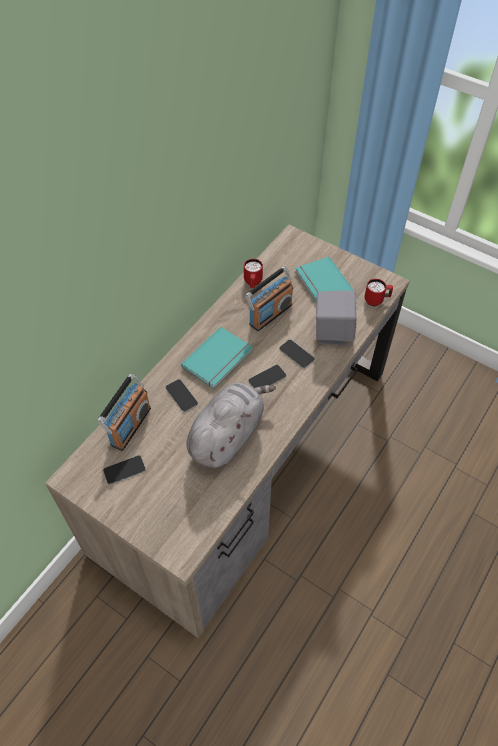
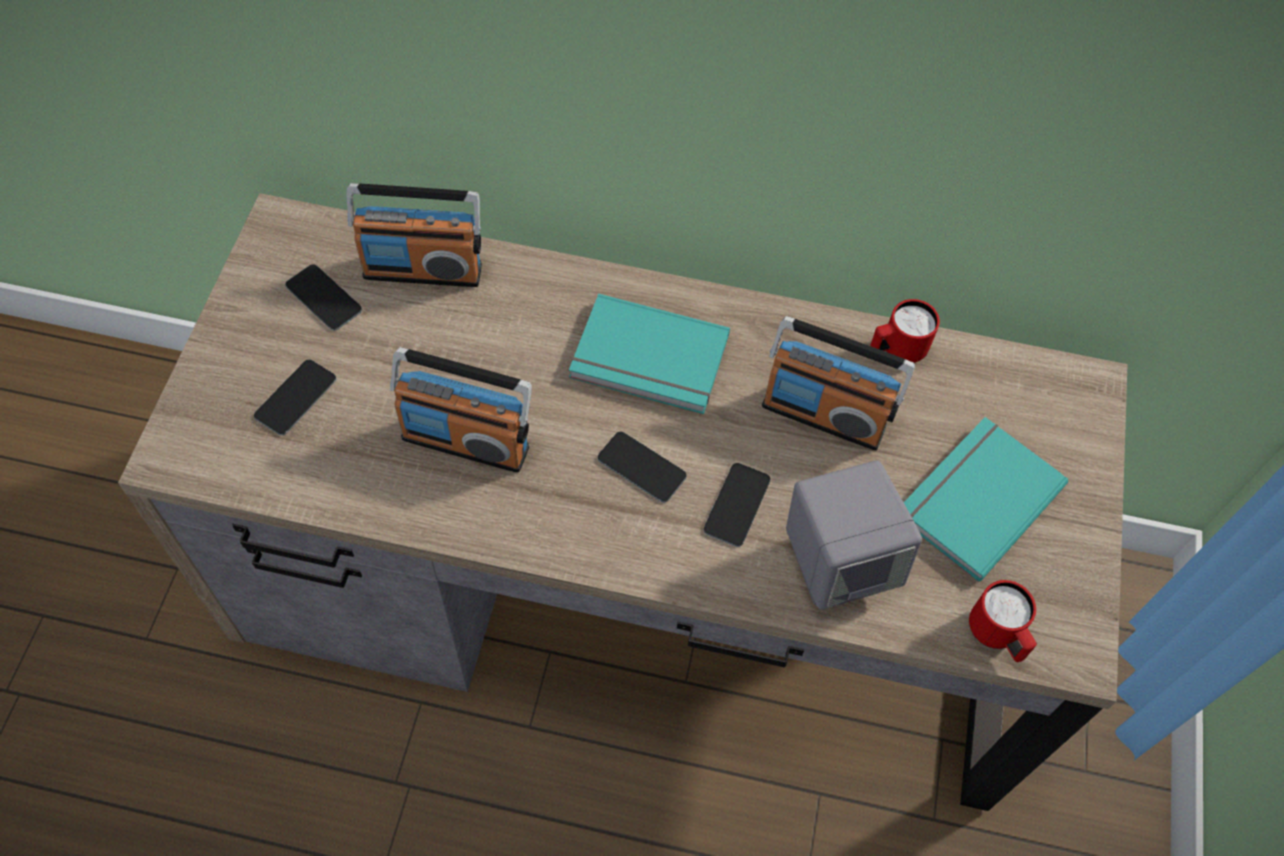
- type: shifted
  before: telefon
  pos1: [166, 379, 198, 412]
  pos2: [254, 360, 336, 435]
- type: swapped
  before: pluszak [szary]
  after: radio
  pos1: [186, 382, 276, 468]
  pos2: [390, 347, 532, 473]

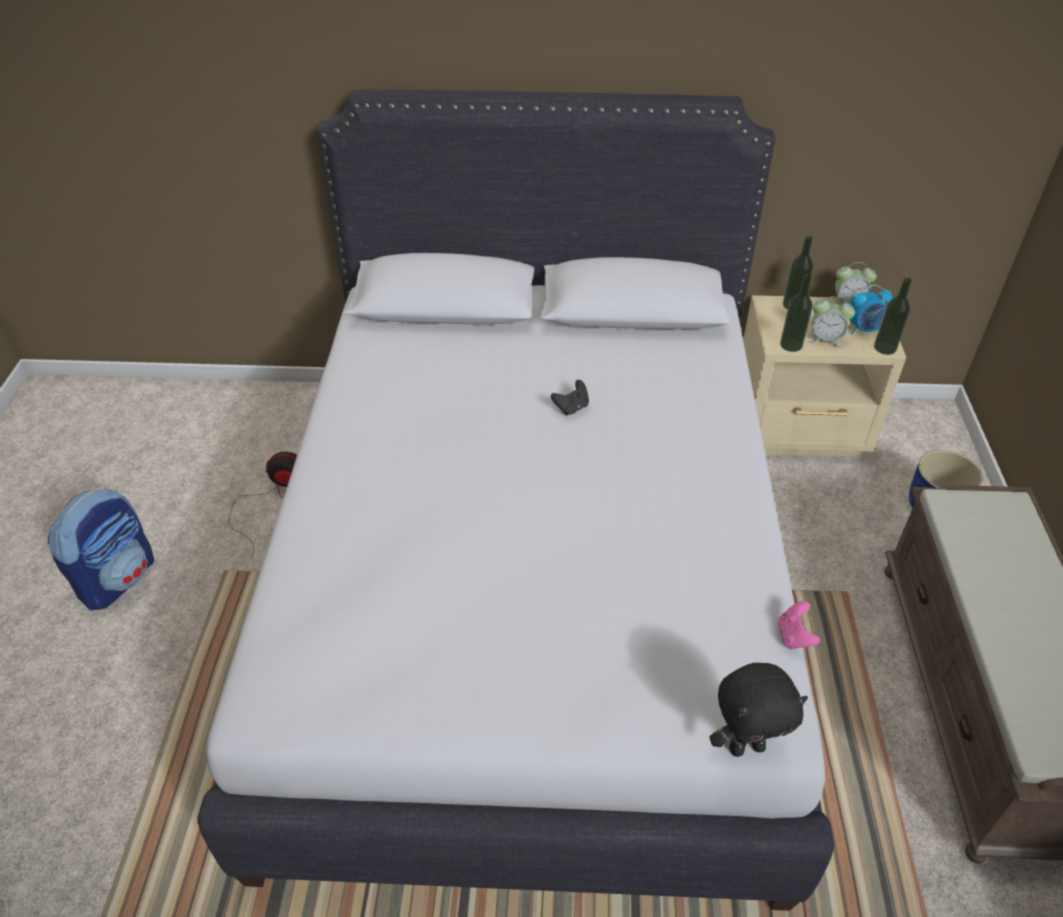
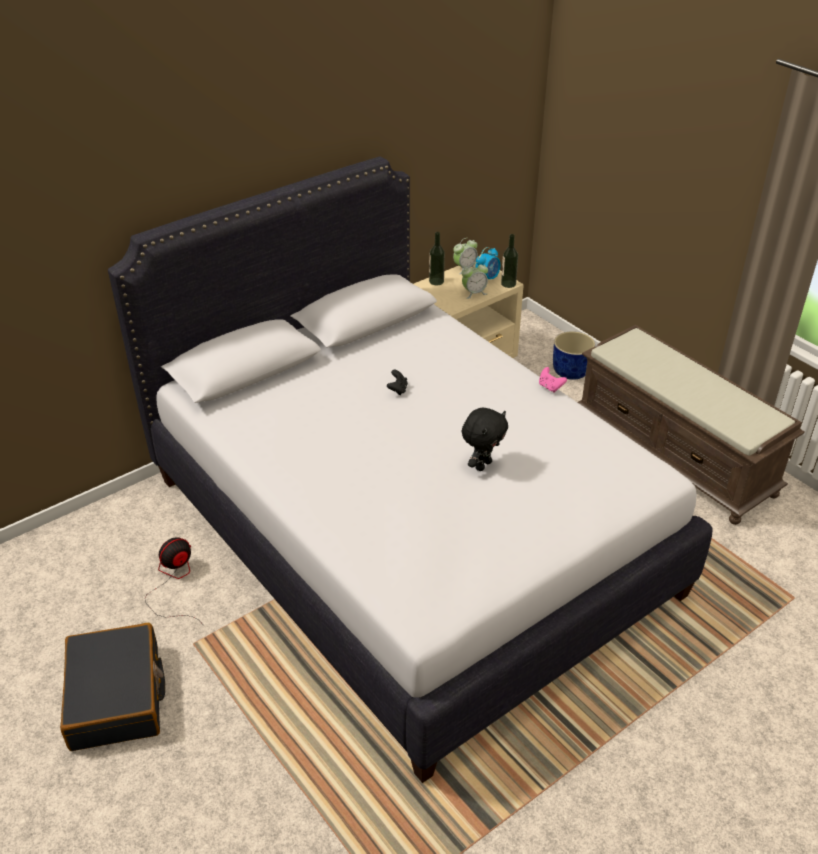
- type: swapped
  before: plecak
  after: walizka [czarny]
  pos1: [48, 488, 154, 611]
  pos2: [60, 623, 165, 751]
- type: shifted
  before: pluszak [czarny]
  pos1: [709, 663, 808, 757]
  pos2: [462, 408, 508, 471]
- type: shifted
  before: pad do gier [różowy]
  pos1: [778, 601, 820, 649]
  pos2: [539, 367, 567, 393]
- type: gone
  before: butelka
  pos1: [780, 275, 812, 352]

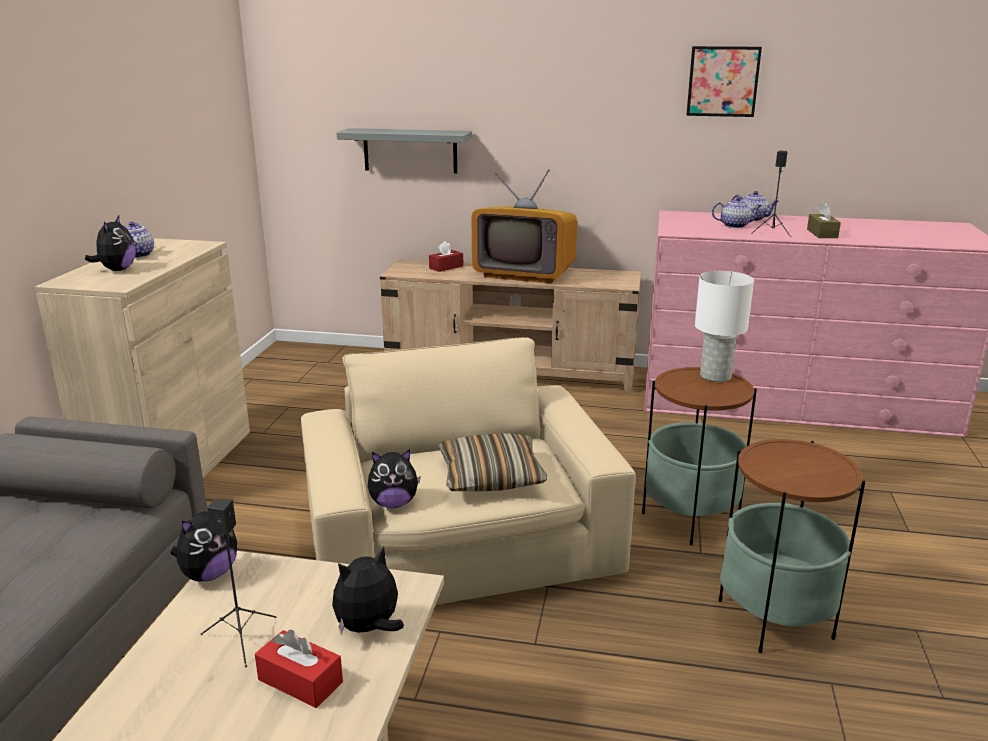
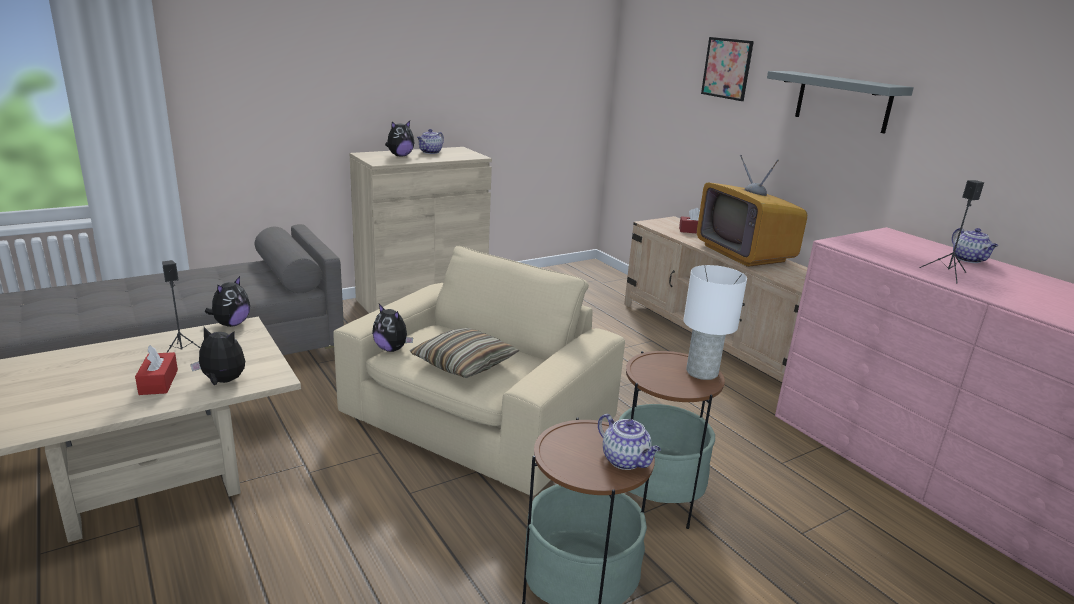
- type: rotated
  before: pluszak
  pos1: [171, 511, 237, 581]
  pos2: [205, 276, 250, 327]
  turn: -60
- type: shifted
  before: imbryk
  pos1: [712, 197, 762, 228]
  pos2: [598, 414, 661, 470]
- type: shifted
  before: obraz
  pos1: [686, 46, 762, 117]
  pos2: [701, 37, 754, 101]
- type: shifted
  before: półka [szary]
  pos1: [337, 128, 472, 173]
  pos2: [767, 71, 914, 134]
- type: gone
  before: pudełko chusteczek [brązowy]
  pos1: [807, 202, 841, 238]

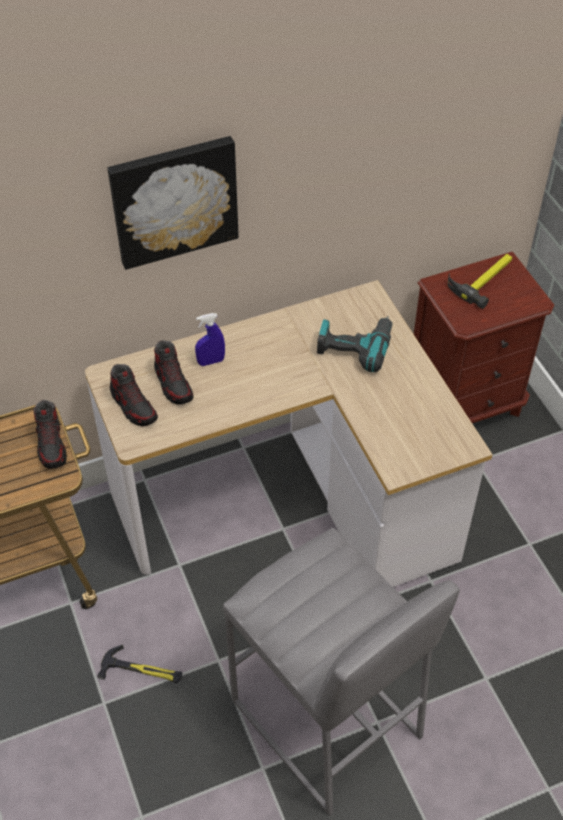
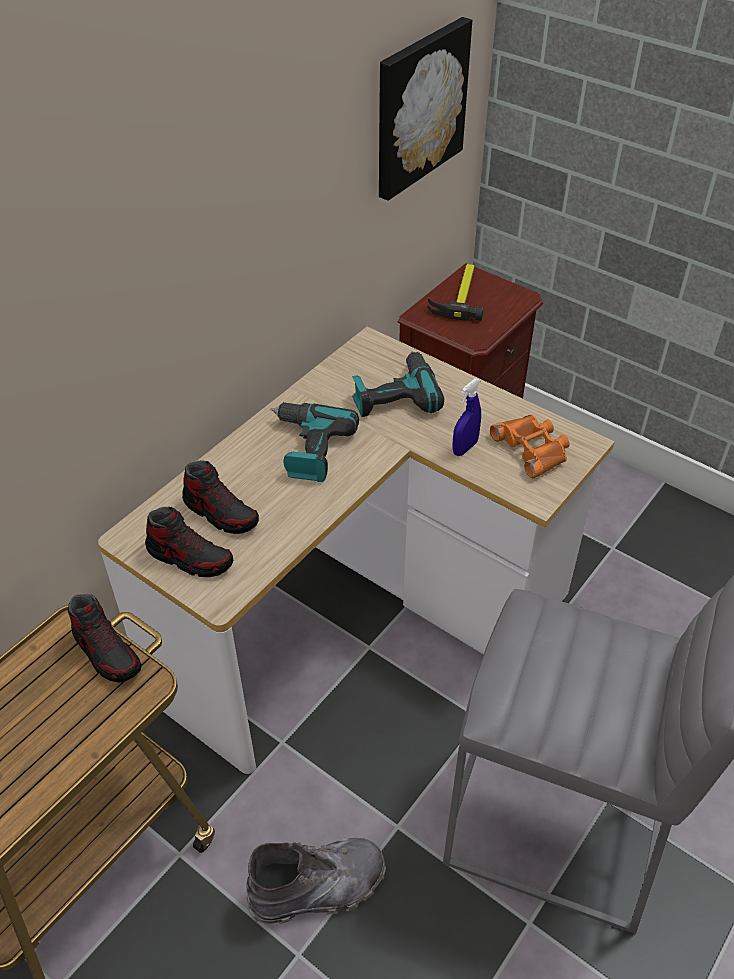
- type: swapped
  before: młotek
  after: but z cholewką [szary]
  pos1: [97, 645, 182, 683]
  pos2: [246, 838, 386, 924]
- type: new
  after: wiertarka
  pos2: [270, 402, 359, 482]
- type: shifted
  before: obraz
  pos1: [108, 136, 239, 270]
  pos2: [379, 17, 472, 201]
- type: shifted
  before: spryskiwacz [niebieski]
  pos1: [195, 313, 225, 366]
  pos2: [452, 379, 481, 456]
- type: new
  after: lornetka [pomarańczowy]
  pos2: [490, 414, 570, 478]

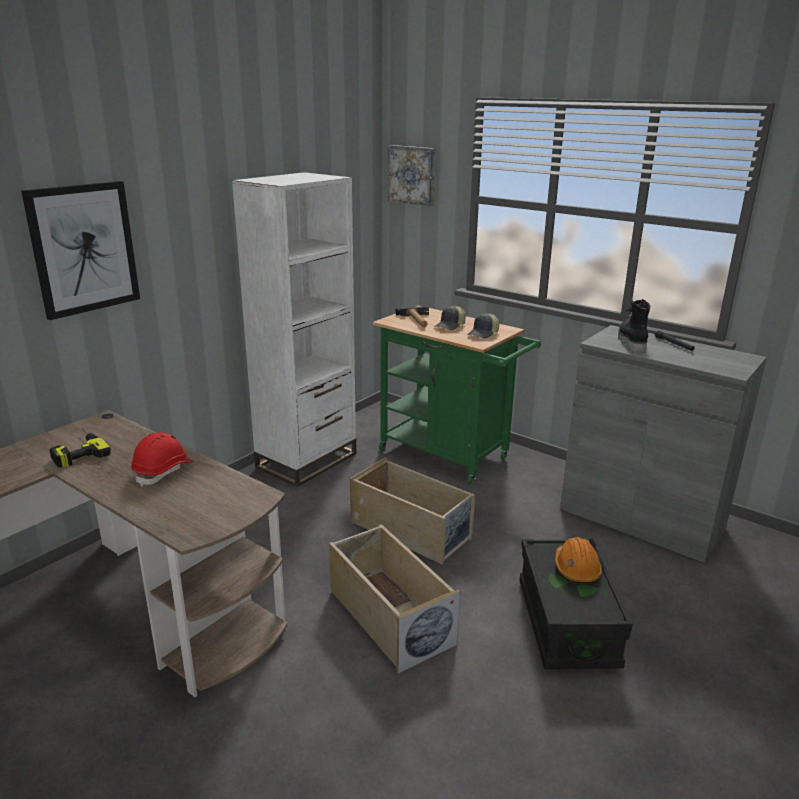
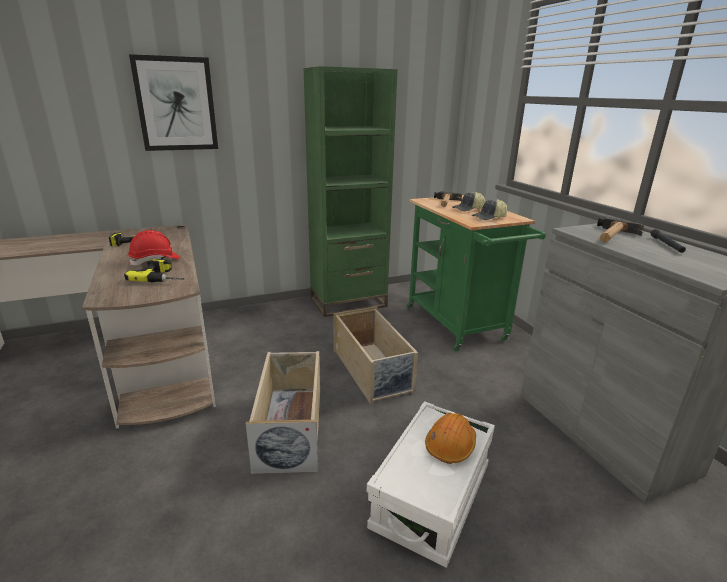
- type: new
  after: wiertarka
  pos2: [124, 259, 184, 282]
- type: repainted
  before: regał [biały]
  after: regał [zielony]
  pos1: [232, 172, 356, 487]
  pos2: [303, 66, 398, 317]
- type: repainted
  before: pojemnik do przechowywania [czarny]
  after: pojemnik do przechowywania [biały]
  pos1: [520, 539, 633, 669]
  pos2: [367, 401, 495, 568]
- type: swapped
  before: but z cholewką [czarny]
  after: młotek
  pos1: [618, 298, 650, 353]
  pos2: [597, 217, 644, 242]
- type: gone
  before: obraz
  pos1: [388, 145, 435, 206]

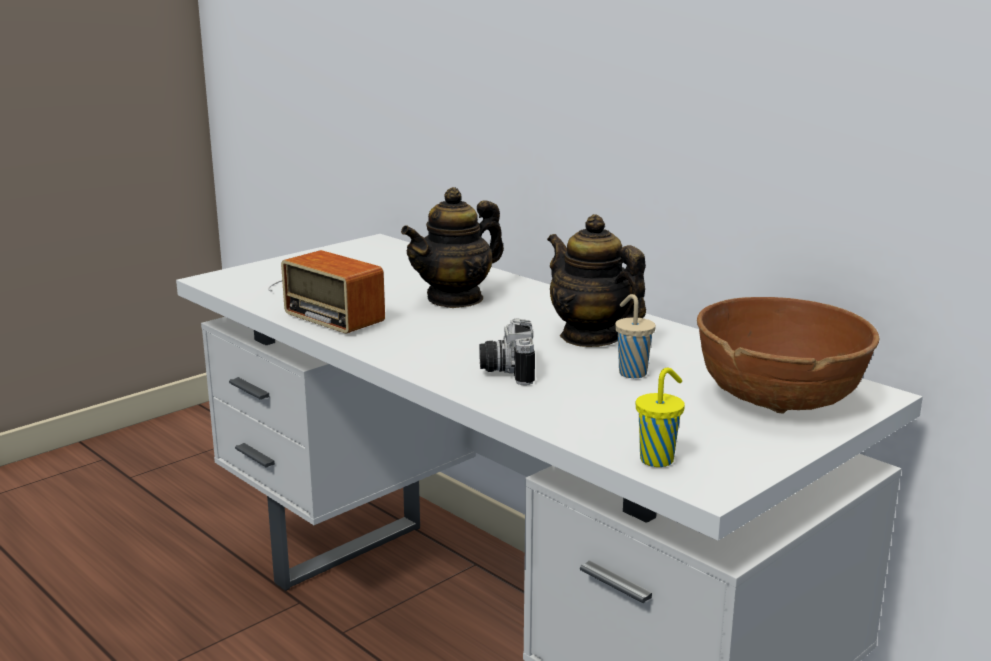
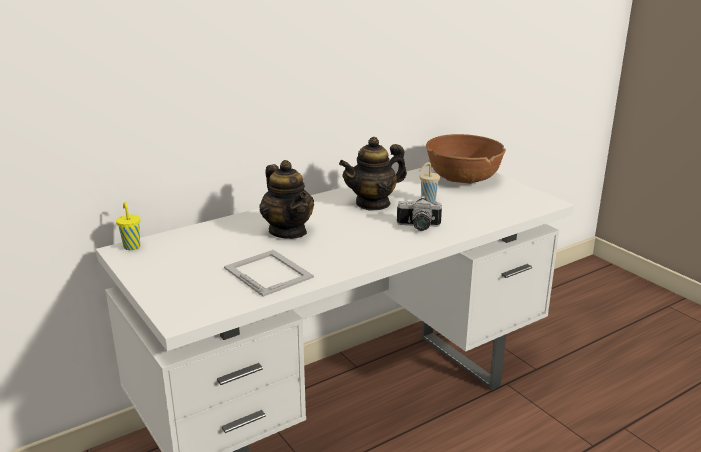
- type: shifted
  before: filiżanka [żółty]
  pos1: [636, 368, 685, 467]
  pos2: [116, 202, 140, 250]
- type: swapped
  before: radio
  after: ramka na zdjęcie
  pos1: [268, 250, 385, 333]
  pos2: [224, 250, 314, 297]

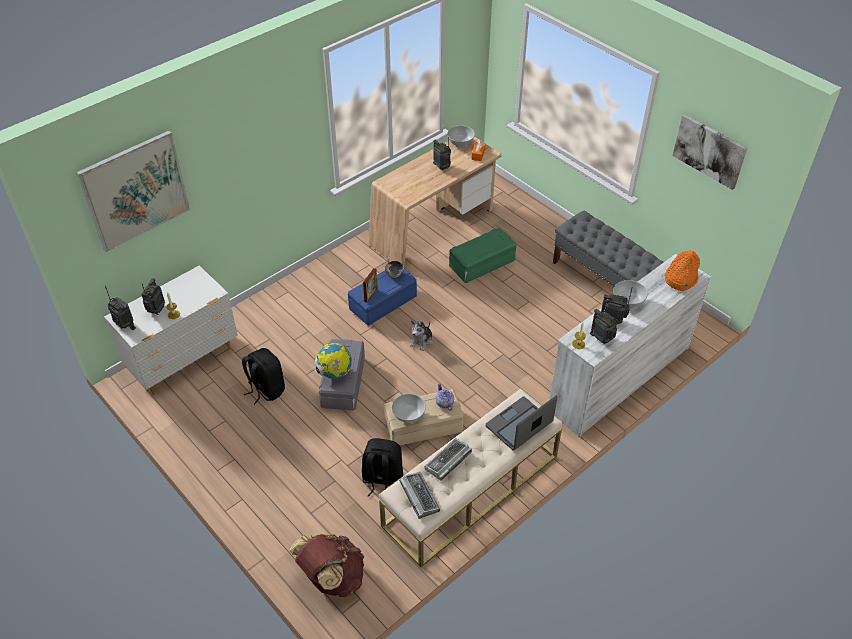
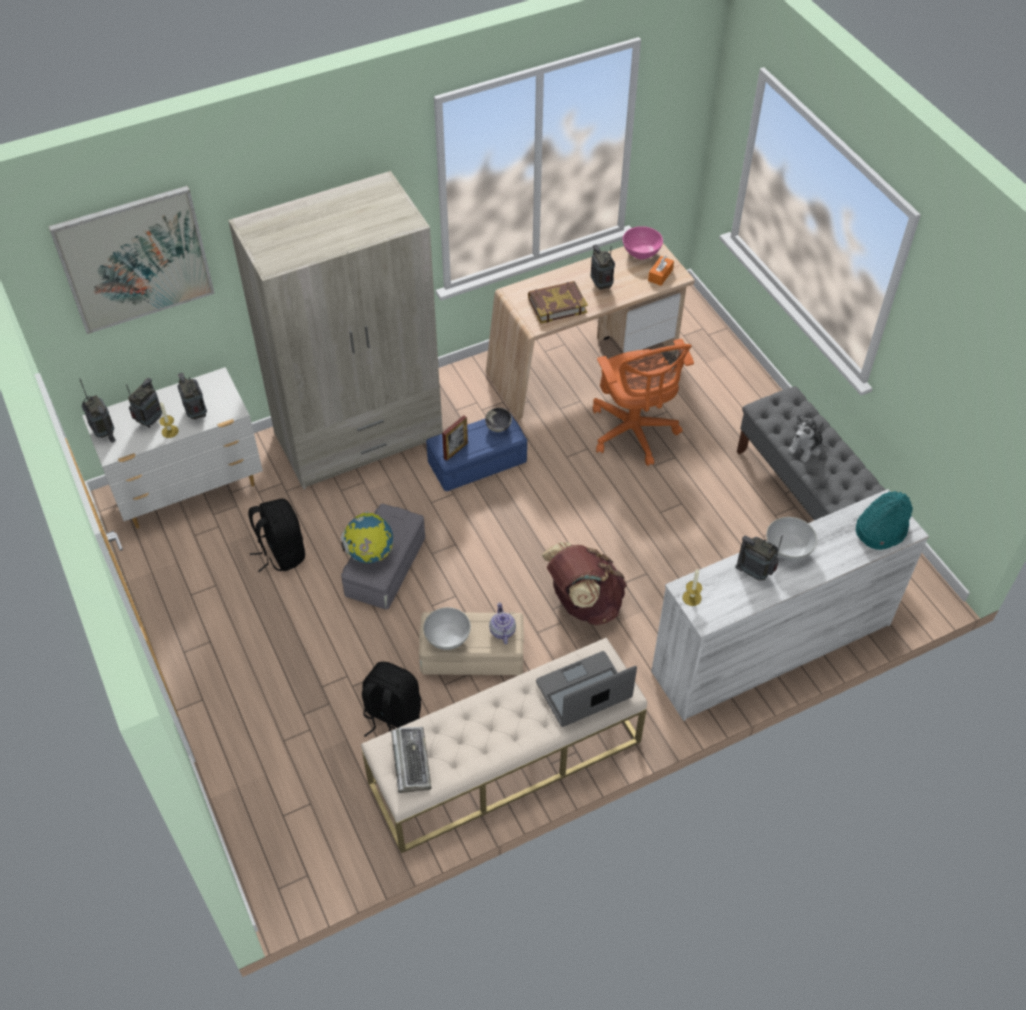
- type: shifted
  before: radio
  pos1: [590, 309, 620, 344]
  pos2: [178, 373, 207, 419]
- type: new
  after: szafa [beżowy]
  pos2: [228, 171, 443, 489]
- type: new
  after: książka
  pos2: [528, 281, 588, 323]
- type: shifted
  before: plecak [brązowy]
  pos1: [289, 534, 364, 597]
  pos2: [542, 542, 627, 625]
- type: swapped
  before: pojemnik do przechowywania [zielony]
  after: krzesło biurowe [pomarańczowy]
  pos1: [449, 228, 517, 283]
  pos2: [593, 339, 694, 466]
- type: repainted
  before: miska [biały]
  after: miska [różowy]
  pos1: [447, 126, 475, 148]
  pos2: [623, 226, 663, 260]
- type: shifted
  before: pluszak
  pos1: [410, 320, 433, 351]
  pos2: [788, 415, 823, 462]
- type: repainted
  before: kapelusz [pomarańczowy]
  after: kapelusz [turkusowy]
  pos1: [664, 250, 700, 291]
  pos2: [856, 491, 913, 550]
- type: gone
  before: klawiatura
  pos1: [425, 438, 472, 480]
- type: gone
  before: obraz
  pos1: [672, 114, 747, 190]

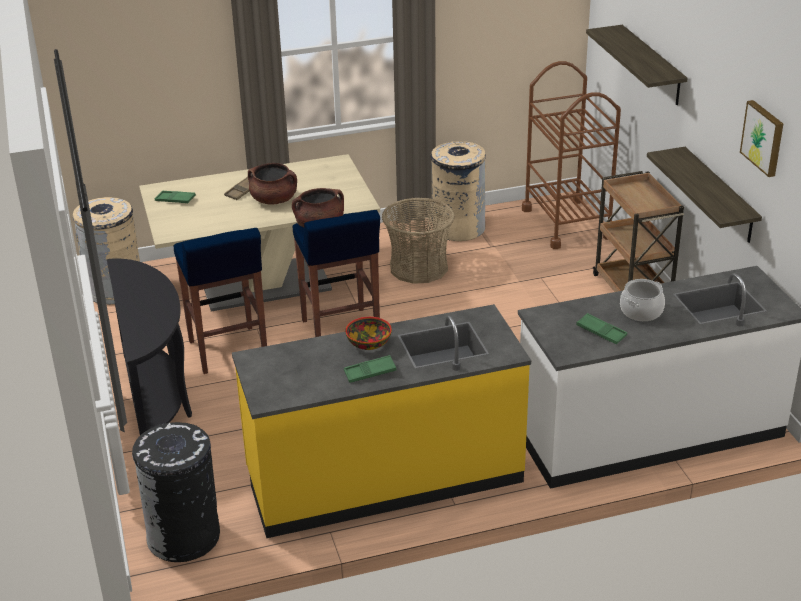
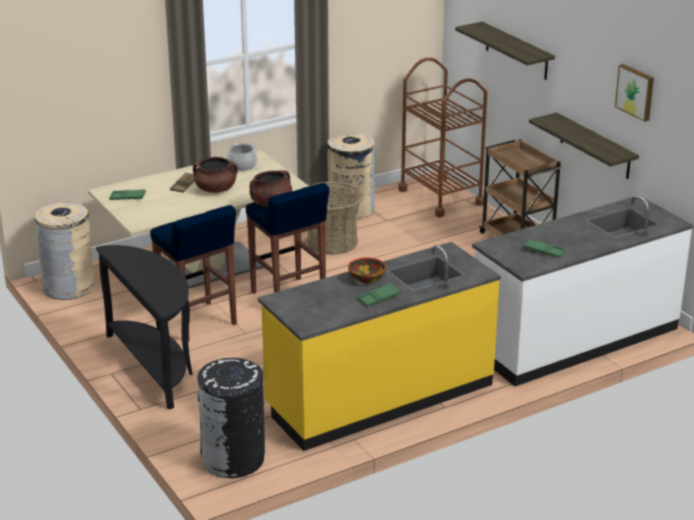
- type: shifted
  before: garnek
  pos1: [620, 279, 665, 321]
  pos2: [226, 143, 257, 171]

